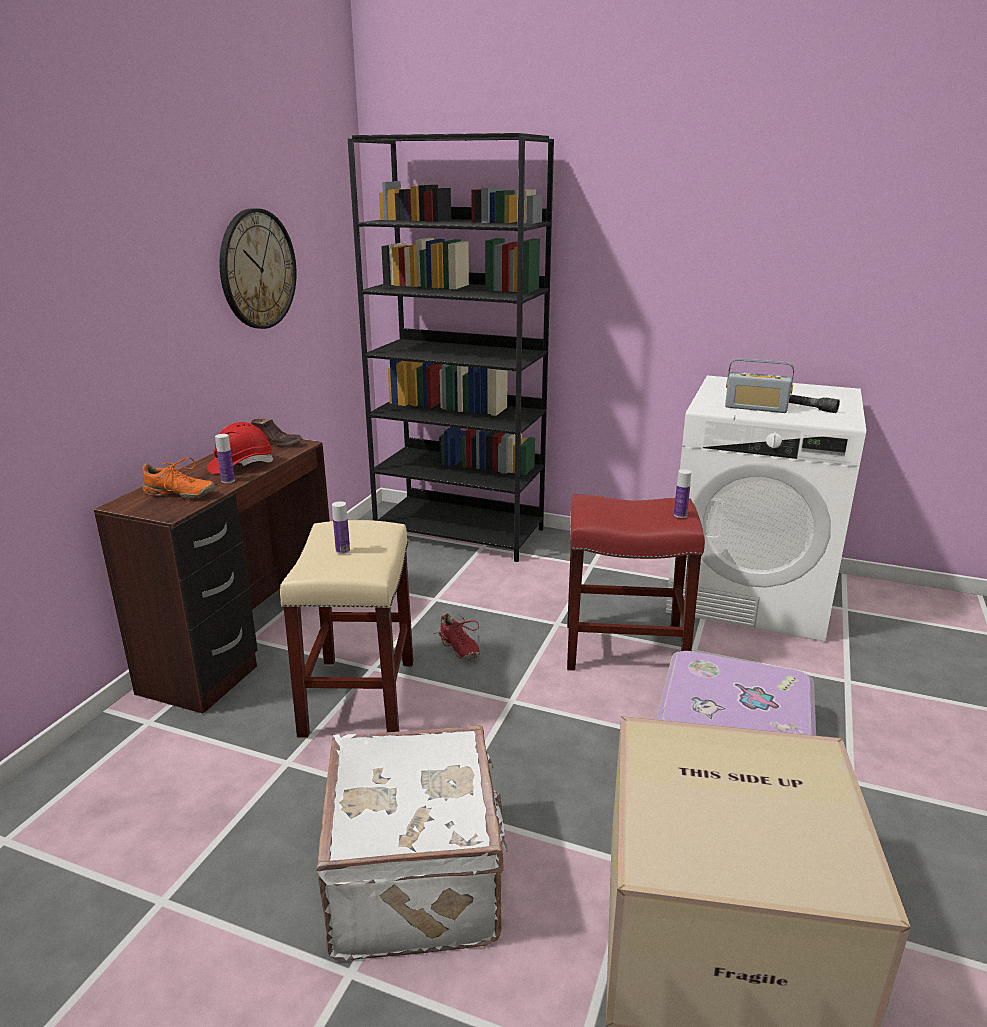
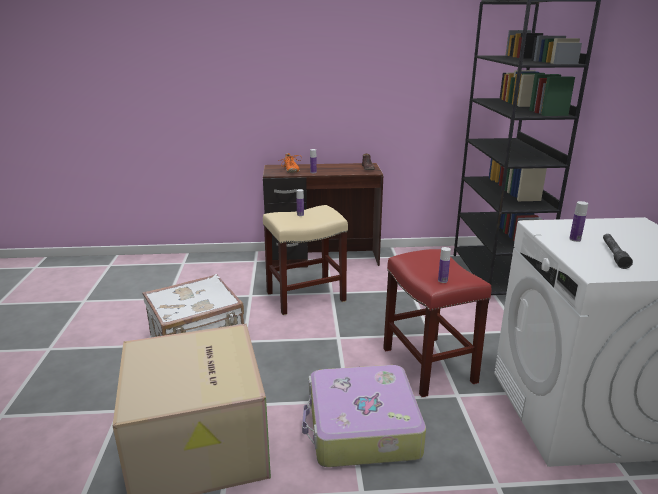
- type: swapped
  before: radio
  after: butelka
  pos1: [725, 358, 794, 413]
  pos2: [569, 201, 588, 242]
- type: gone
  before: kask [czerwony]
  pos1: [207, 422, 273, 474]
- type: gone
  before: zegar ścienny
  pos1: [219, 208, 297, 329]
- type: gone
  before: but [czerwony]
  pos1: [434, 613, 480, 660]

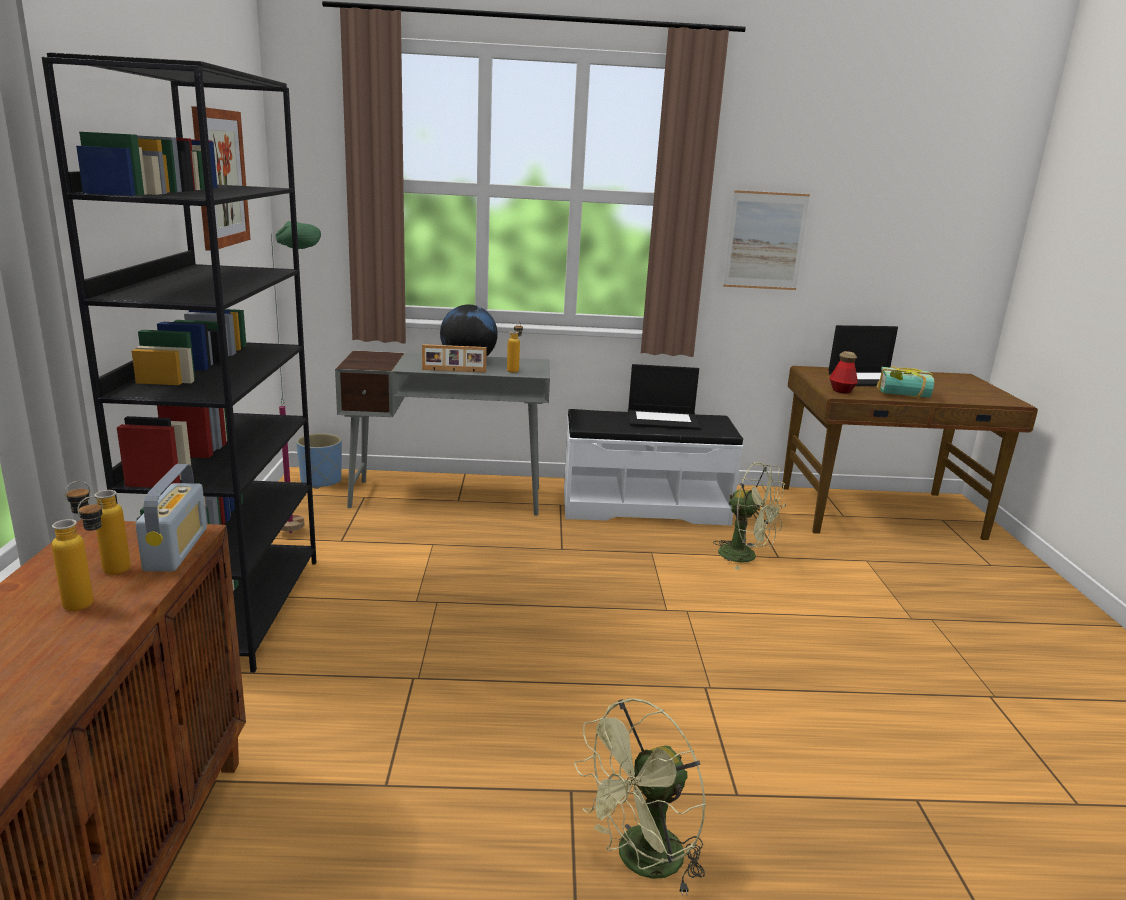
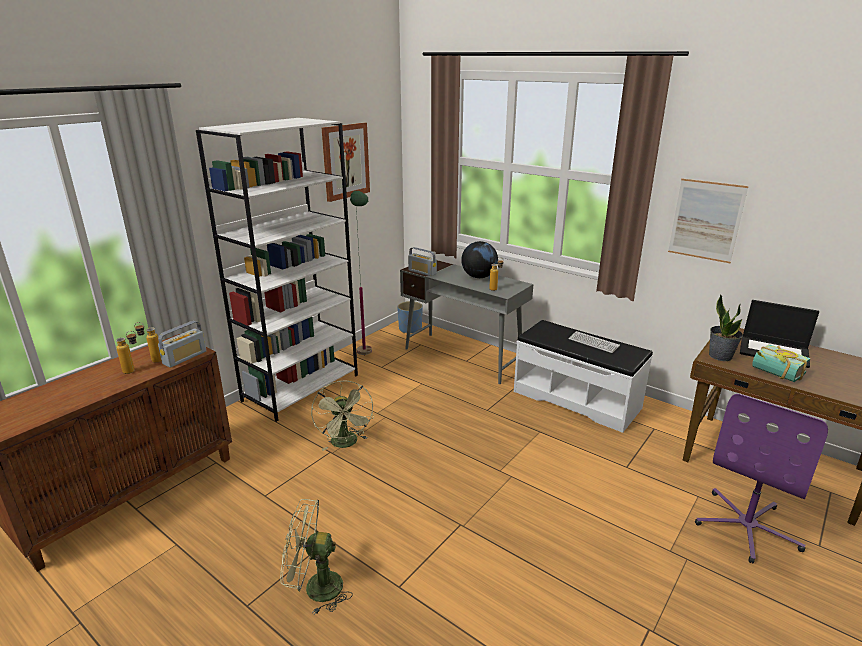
- type: repainted
  before: regał [czarny]
  after: regał [biały]
  pos1: [42, 52, 316, 673]
  pos2: [196, 118, 358, 422]
- type: shifted
  before: wentylator [zielony]
  pos1: [713, 462, 786, 570]
  pos2: [311, 380, 374, 451]
- type: new
  after: radio
  pos2: [408, 247, 437, 276]
- type: swapped
  before: laptop
  after: klawiatura
  pos1: [628, 364, 701, 430]
  pos2: [568, 331, 620, 353]
- type: new
  after: krzesło biurowe [fioletowy]
  pos2: [695, 394, 828, 564]
- type: swapped
  before: butelka
  after: roślina doniczkowa
  pos1: [830, 351, 858, 394]
  pos2: [709, 294, 743, 361]
- type: gone
  before: ramka na zdjęcie
  pos1: [422, 344, 487, 373]

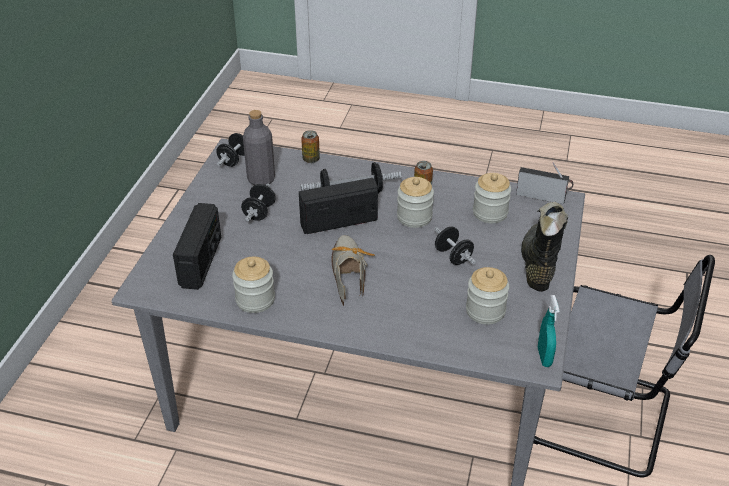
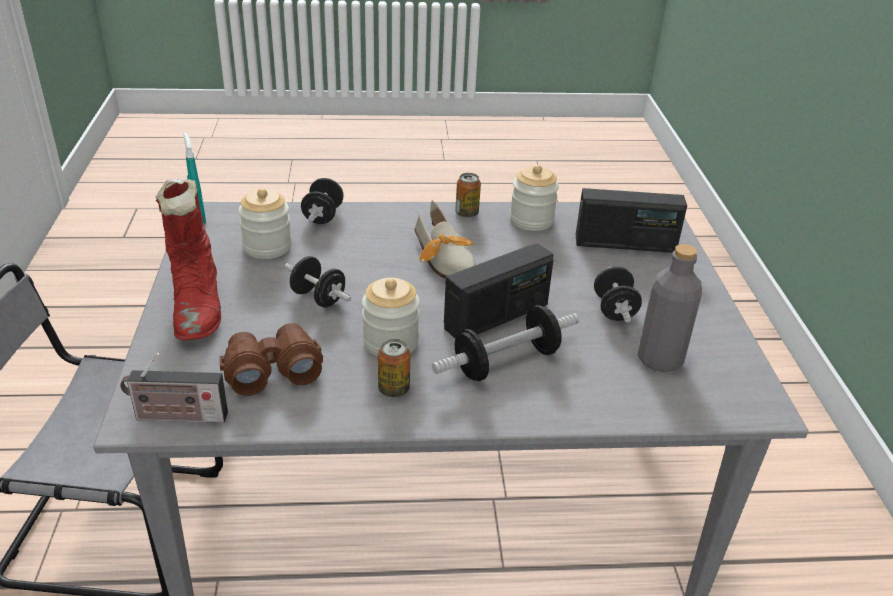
- type: repainted
  before: but z cholewką [czarny]
  after: but z cholewką [czerwony]
  pos1: [521, 202, 568, 292]
  pos2: [156, 179, 221, 340]
- type: swapped
  before: słoik
  after: lornetka [brązowy]
  pos1: [473, 173, 511, 223]
  pos2: [220, 323, 323, 396]
- type: shifted
  before: hantel [czarny]
  pos1: [216, 133, 245, 167]
  pos2: [301, 178, 343, 224]
- type: shifted
  before: puszka
  pos1: [301, 130, 320, 163]
  pos2: [455, 173, 481, 218]
- type: rotated
  before: radio
  pos1: [173, 203, 221, 290]
  pos2: [576, 188, 687, 253]
  turn: -75

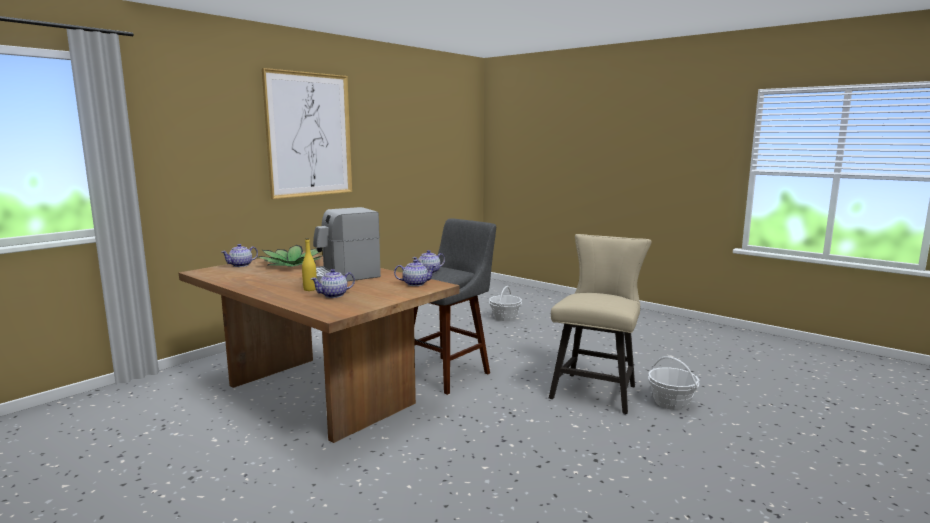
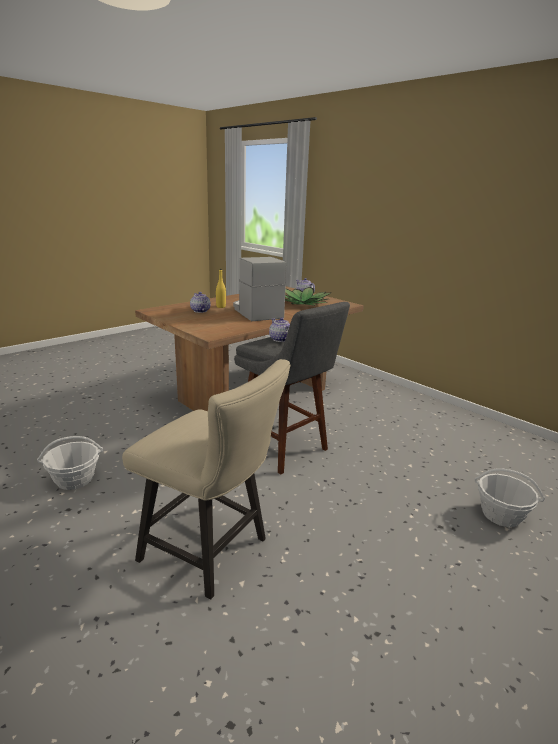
- type: shifted
  before: koszyk
  pos1: [648, 356, 699, 410]
  pos2: [37, 436, 103, 490]
- type: gone
  before: obraz
  pos1: [262, 68, 352, 199]
- type: gone
  before: imbryk
  pos1: [394, 260, 436, 286]

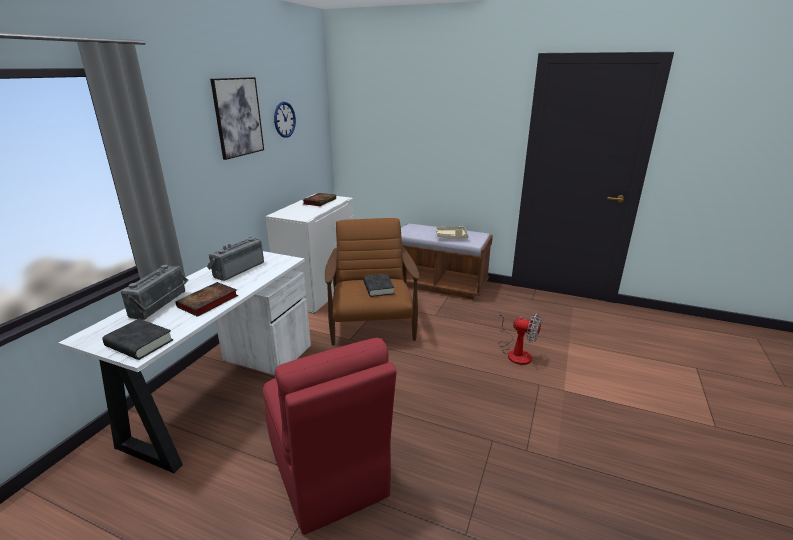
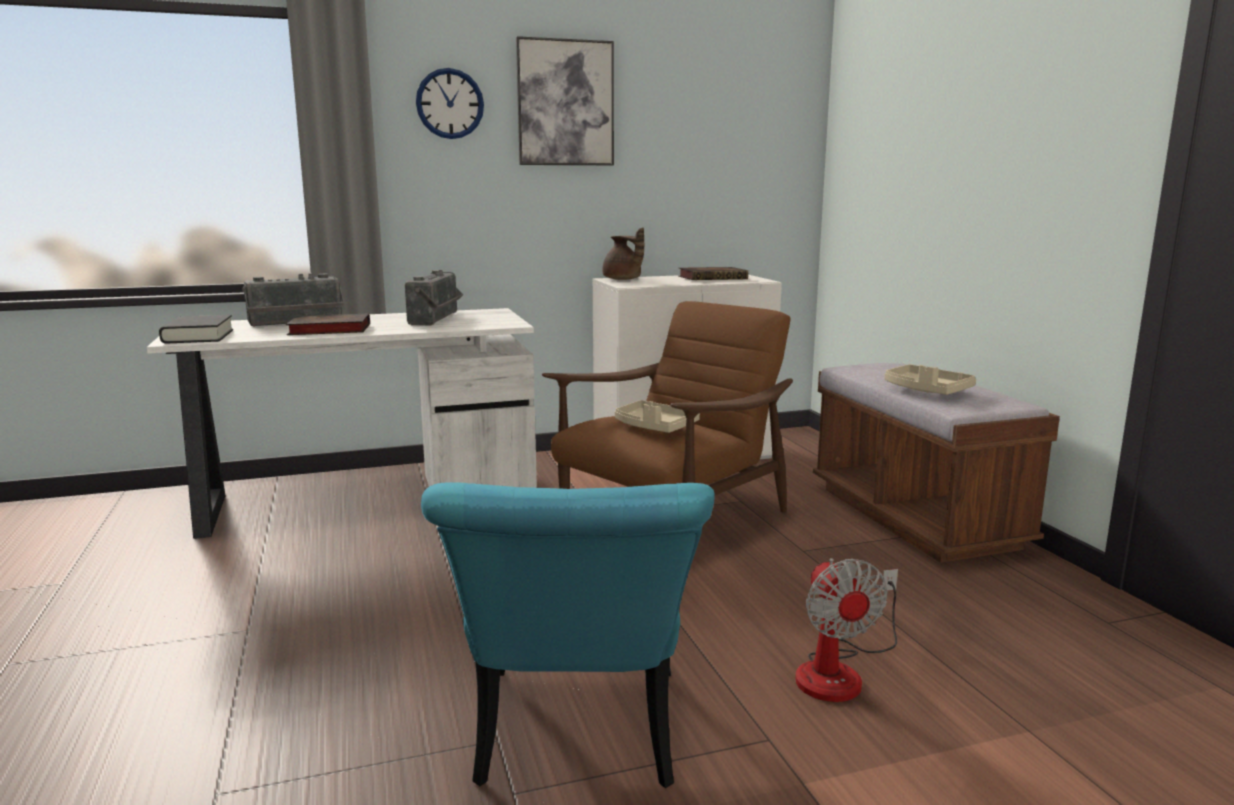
- type: rotated
  before: radio
  pos1: [207, 237, 264, 281]
  pos2: [405, 270, 463, 325]
  turn: 105
- type: shifted
  before: zegar ścienny
  pos1: [274, 102, 296, 138]
  pos2: [416, 68, 484, 139]
- type: new
  after: krzesło [turkusowy]
  pos2: [421, 482, 715, 788]
- type: new
  after: imbryk [brązowy]
  pos2: [603, 227, 644, 280]
- type: swapped
  before: książka [czarny]
  after: taca [beżowy]
  pos1: [363, 274, 394, 297]
  pos2: [615, 400, 700, 433]
- type: gone
  before: krzesło [czerwony]
  pos1: [263, 338, 396, 535]

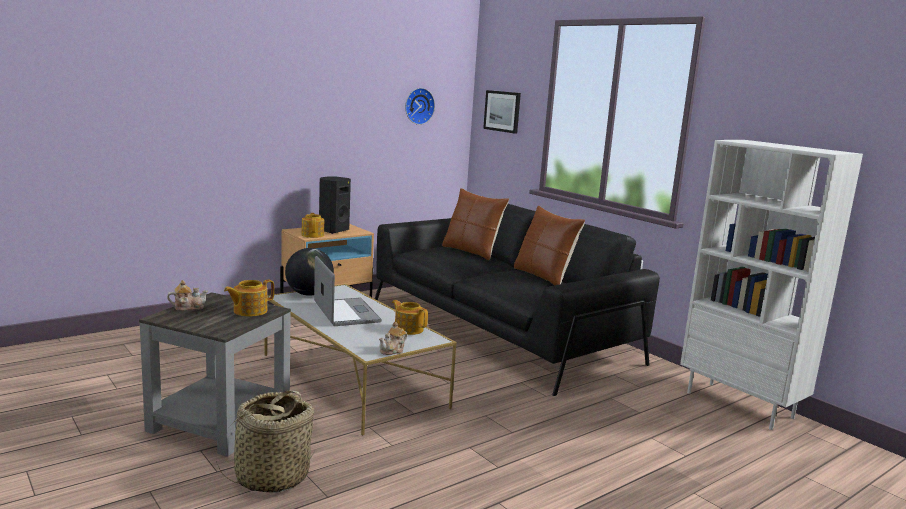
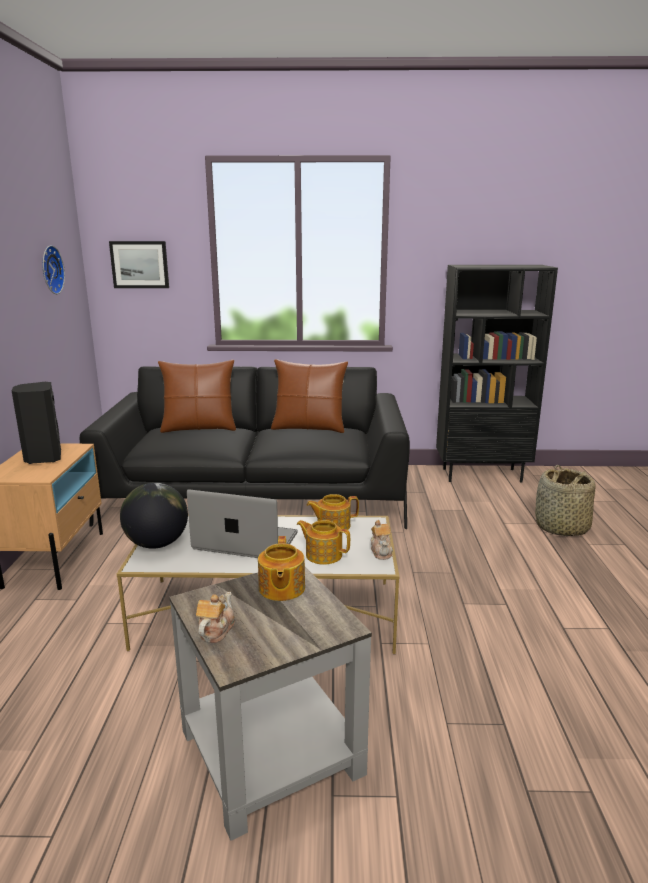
- type: shifted
  before: imbryk
  pos1: [301, 213, 324, 238]
  pos2: [297, 520, 350, 565]
- type: repainted
  before: regał [biały]
  after: regał [czarny]
  pos1: [680, 140, 863, 430]
  pos2: [436, 265, 558, 482]
- type: shifted
  before: koszyk
  pos1: [216, 391, 316, 493]
  pos2: [535, 465, 596, 536]

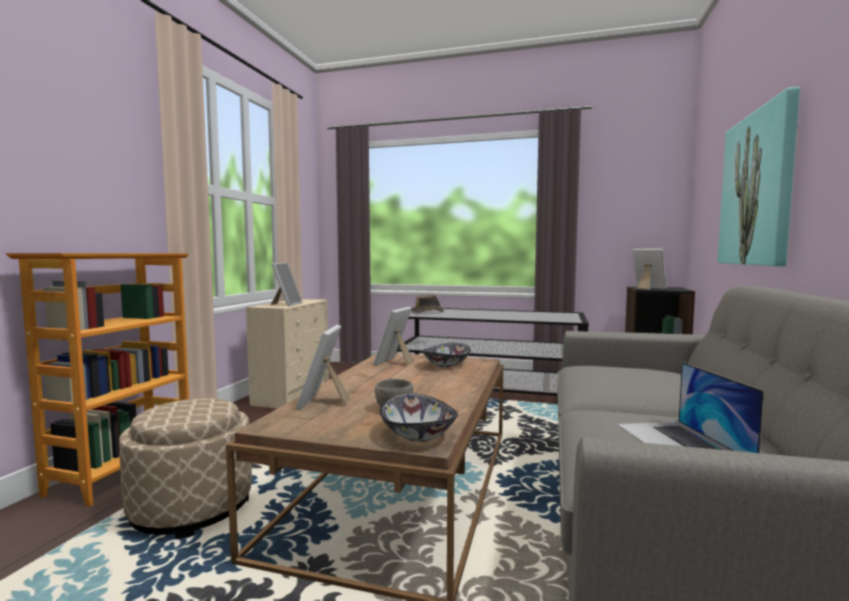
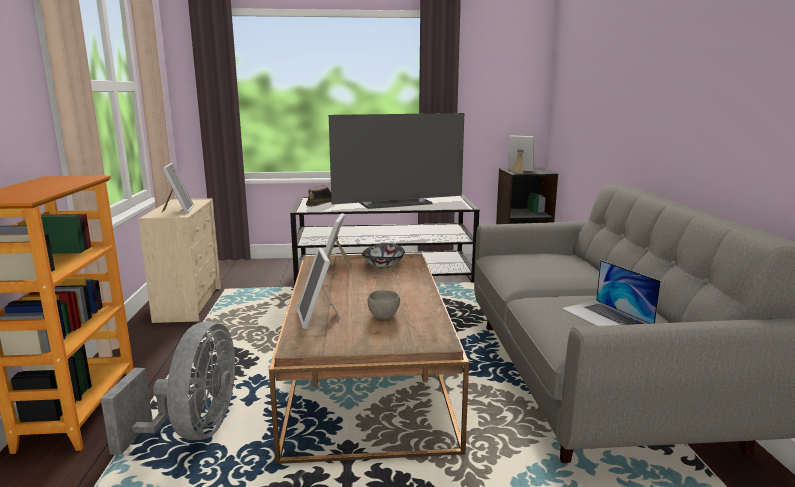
- type: swapped
  before: pufa [beżowy]
  after: wentylator [szary]
  pos1: [119, 398, 252, 539]
  pos2: [101, 321, 236, 455]
- type: new
  after: telewizor
  pos2: [329, 113, 464, 209]
- type: gone
  before: miska
  pos1: [380, 393, 458, 442]
- type: gone
  before: obraz
  pos1: [718, 87, 800, 266]

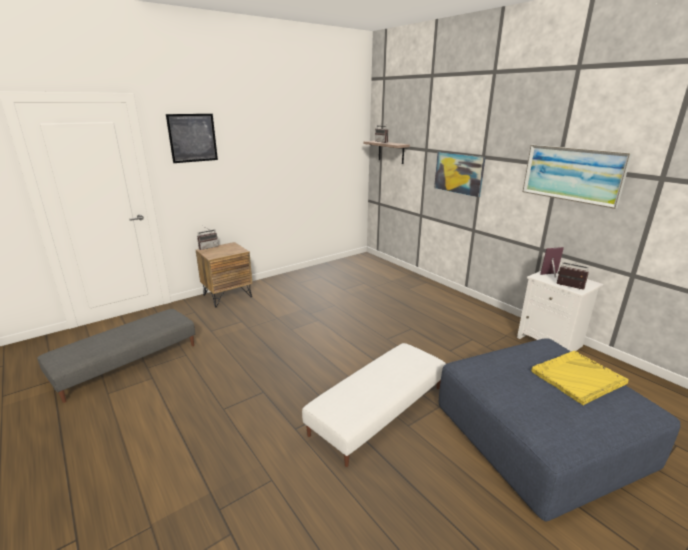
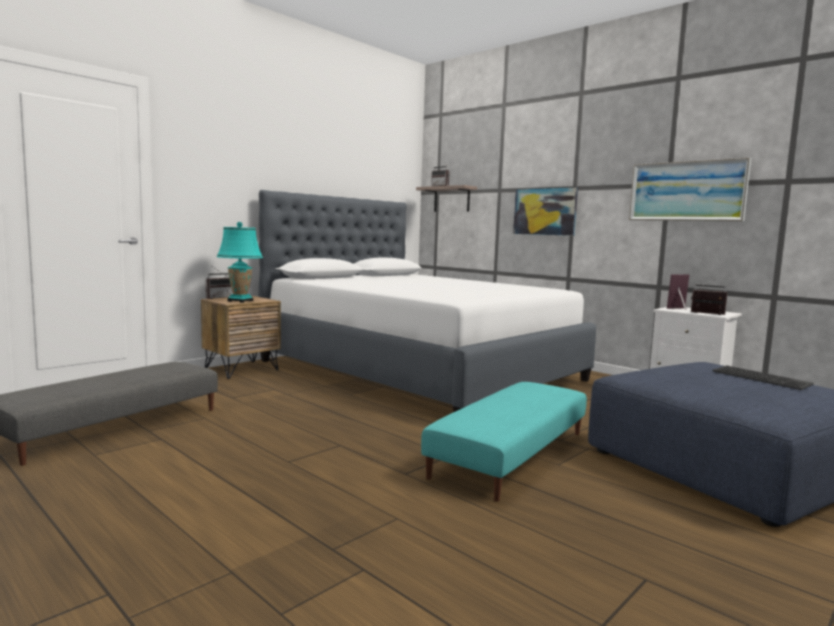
- type: new
  after: lampa stołowa [turkusowy]
  pos2: [217, 222, 263, 303]
- type: new
  after: łóżko [biały]
  pos2: [258, 190, 596, 412]
- type: repainted
  before: pufa [biały]
  after: pufa [turkusowy]
  pos1: [302, 343, 446, 467]
  pos2: [421, 382, 587, 502]
- type: swapped
  before: taca [żółty]
  after: klawiatura
  pos1: [531, 351, 629, 406]
  pos2: [713, 365, 814, 390]
- type: gone
  before: obraz
  pos1: [166, 114, 218, 163]

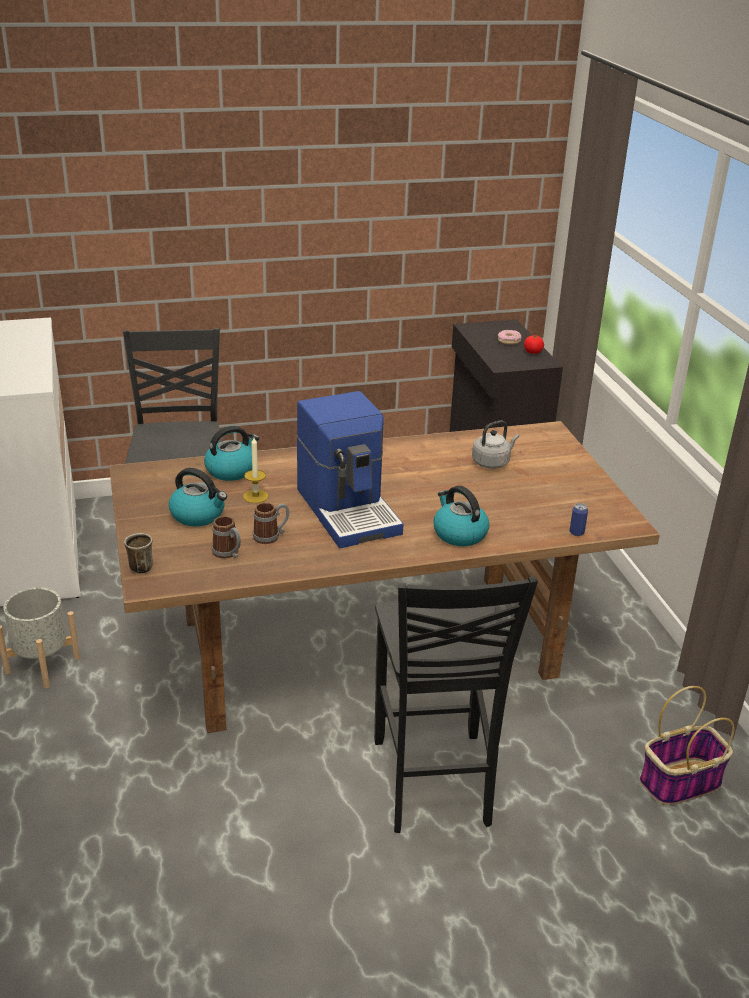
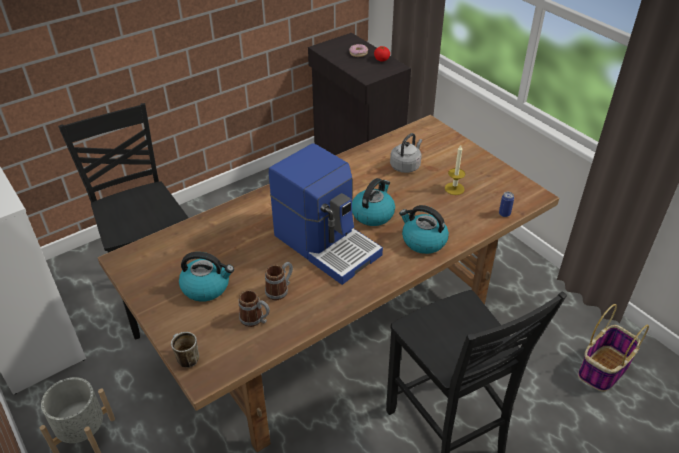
- type: shifted
  before: czajnik
  pos1: [204, 426, 259, 481]
  pos2: [352, 178, 395, 226]
- type: shifted
  before: świeca
  pos1: [243, 438, 268, 503]
  pos2: [445, 145, 465, 195]

